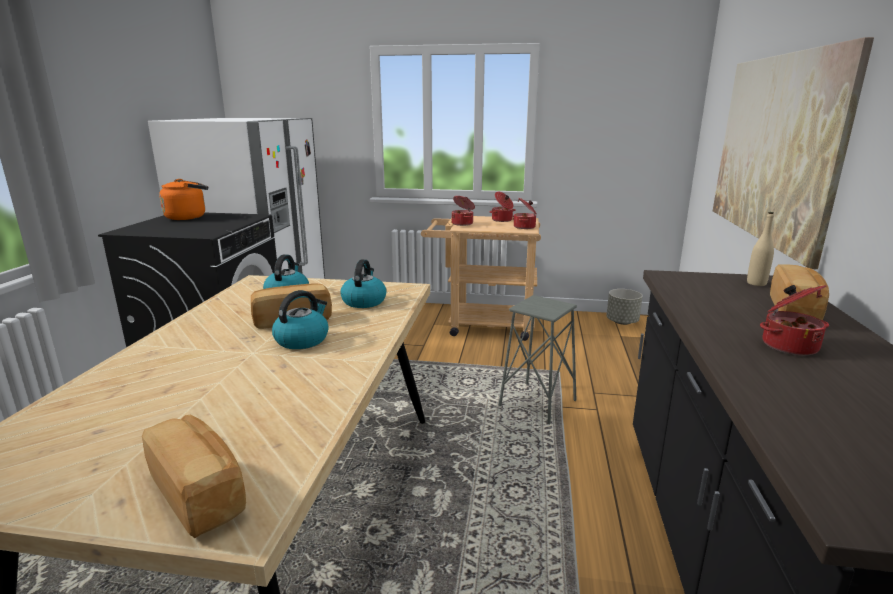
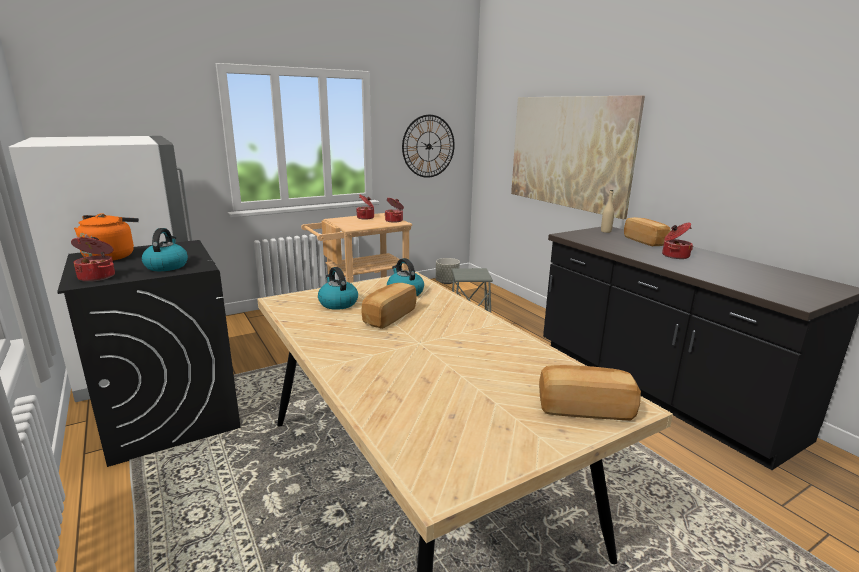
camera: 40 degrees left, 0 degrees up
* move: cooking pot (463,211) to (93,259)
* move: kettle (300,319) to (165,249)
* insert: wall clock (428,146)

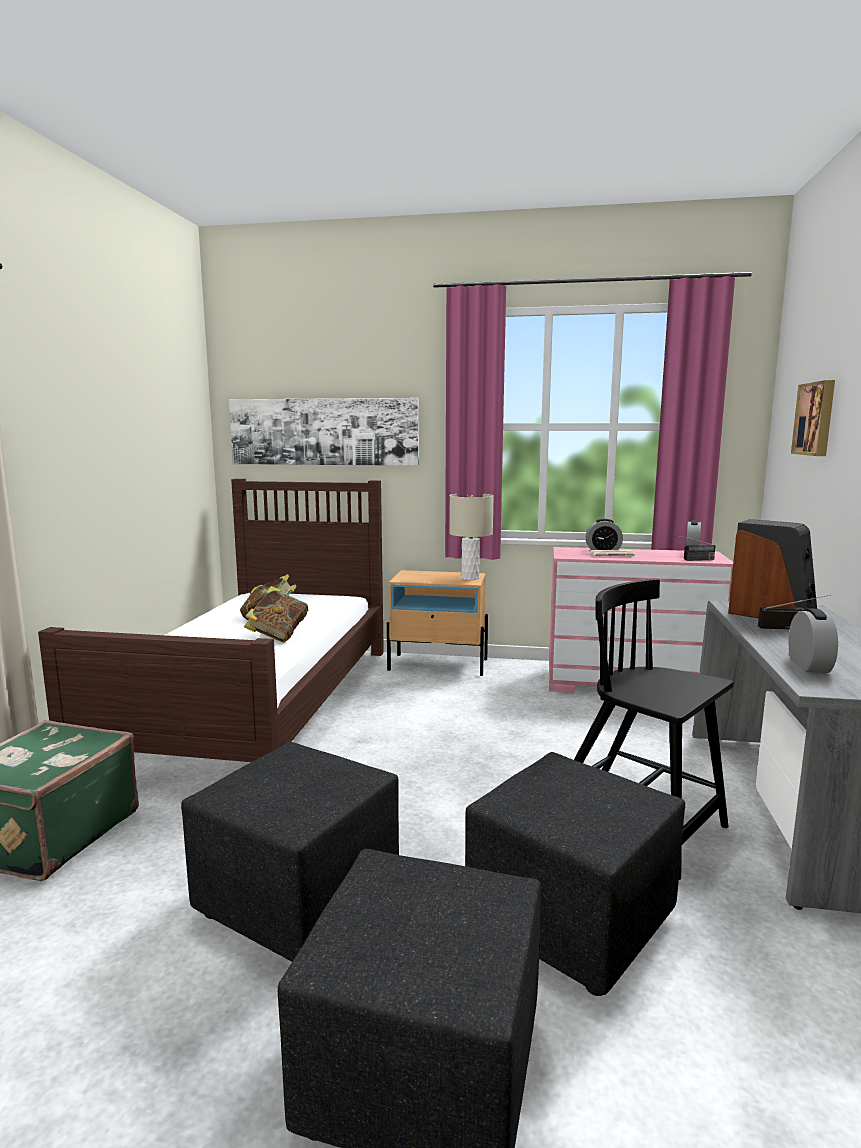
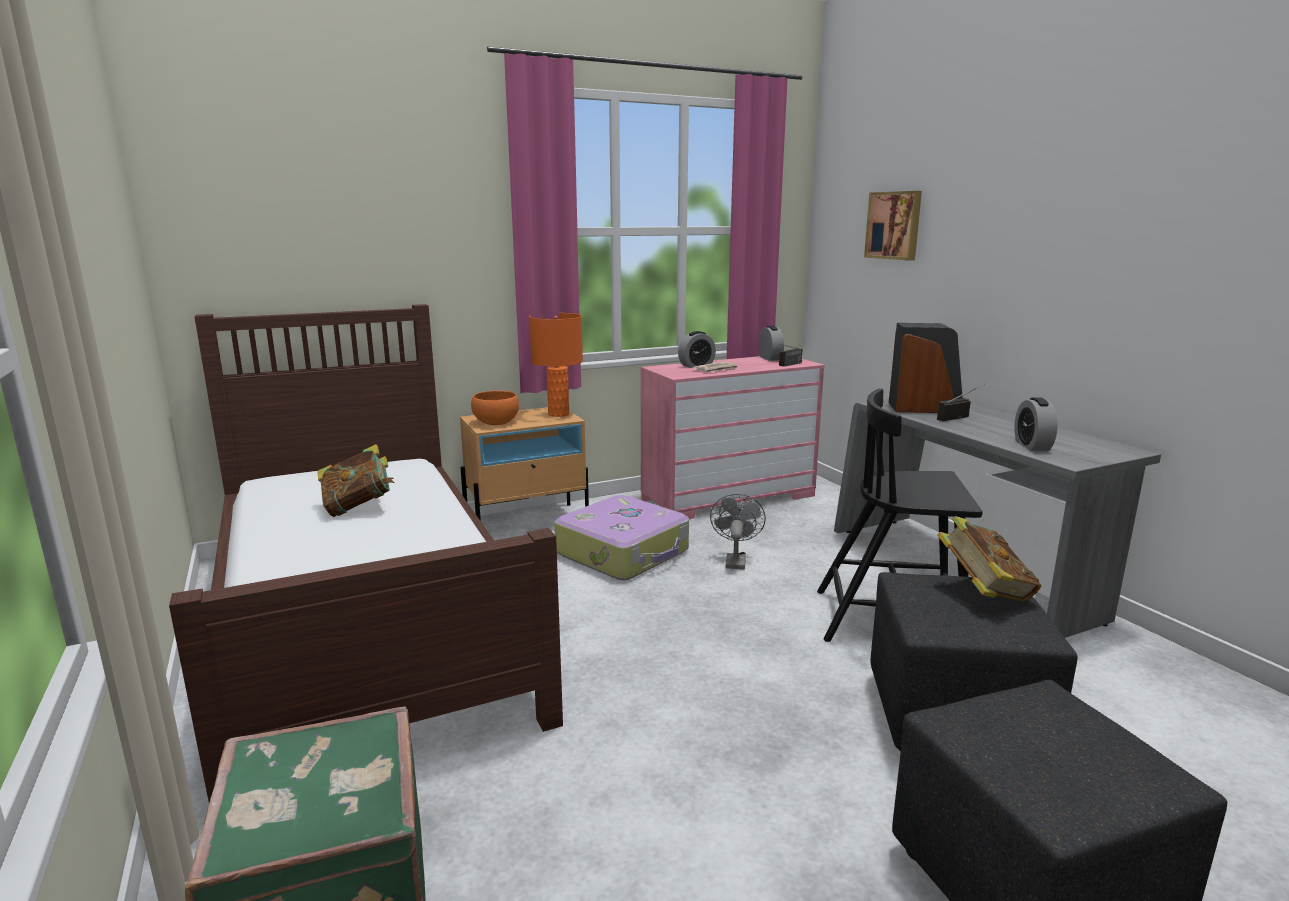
camera: 35 degrees left, 5 degrees up
* insert: orange bowl (495,408)
* recolor: beige table lamp (471,537) to orange table lamp (556,365)
* insert: suitcase (621,537)
* insert: grey fan (738,531)
* move: book (276,614) to (989,558)
* rotate: alarm clock (813,640) = (1036,424) 150 degrees counterclockwise
* delete: black ottoman (290,852)
* delete: picture (324,432)

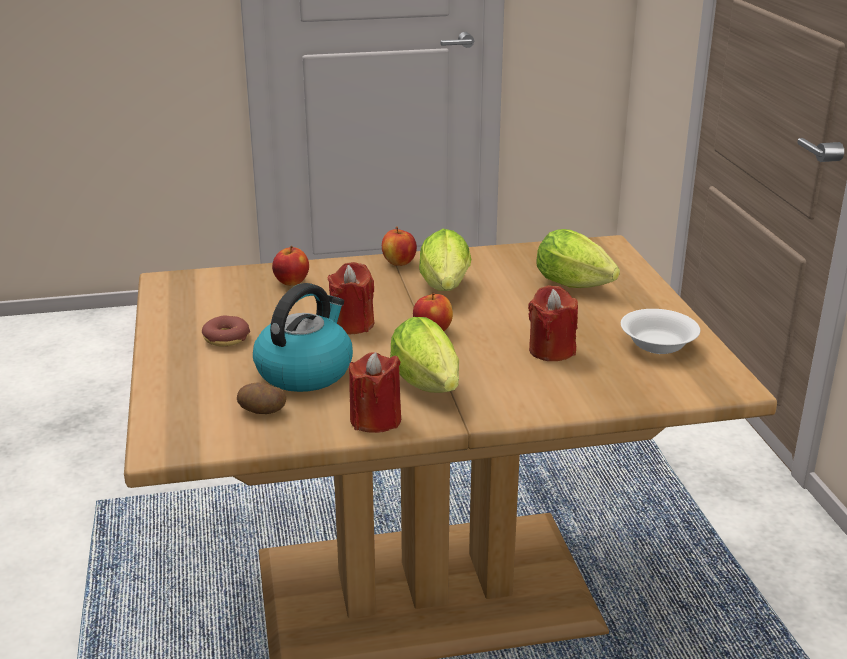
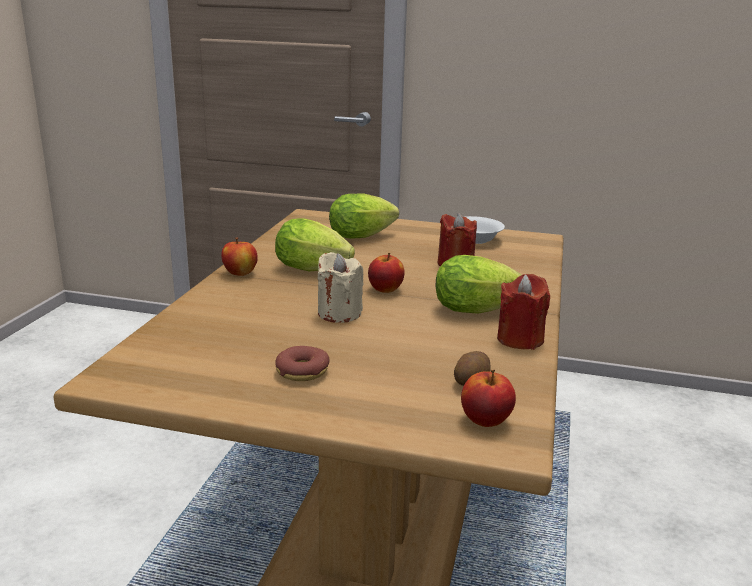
camera: 65 degrees left, 5 degrees down
* recolor: red candle (350,298) to beige candle (341,287)
* move: apple (290,266) to (488,398)
* delete: kettle (303,337)

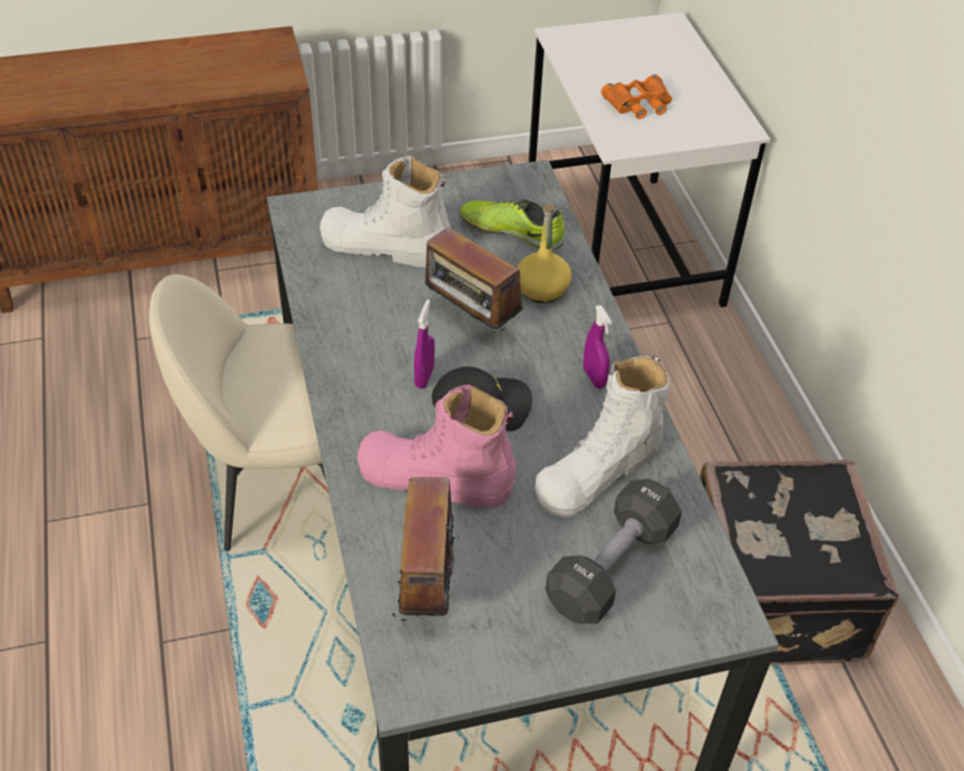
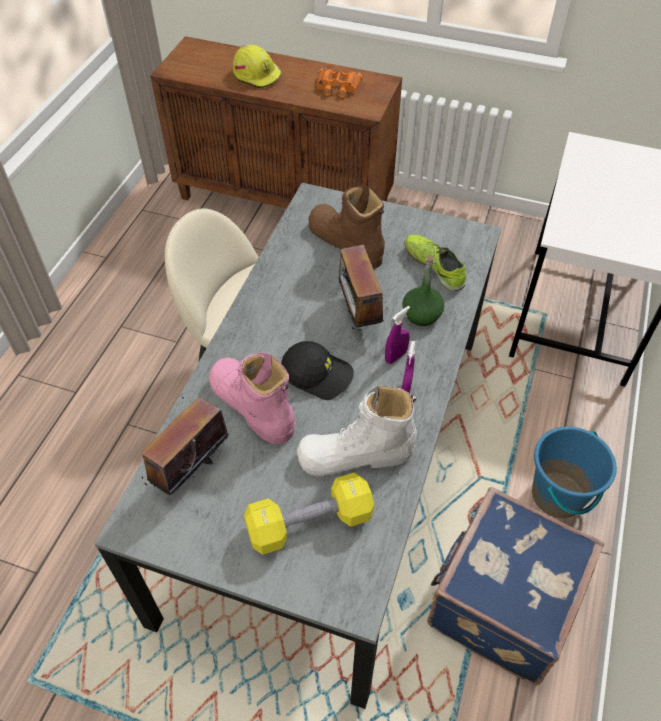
camera: 35 degrees right, 5 degrees up
* insert: yellow hard hat (257,67)
* recolor: black dumbbell (613,551) to yellow dumbbell (309,514)
* recolor: white boot (385,211) to brown boot (346,227)
* move: orange binoculars (636,96) to (339,83)
* move: purple spray bottle (424,344) to (397,335)
* recolor: yellow bottle (544,253) to green bottle (423,290)
* recolor: black suitcase (799,562) to blue suitcase (515,586)
* insert: blue bucket (574,472)

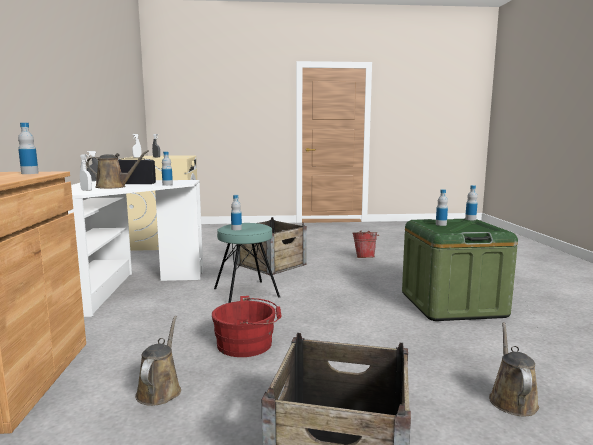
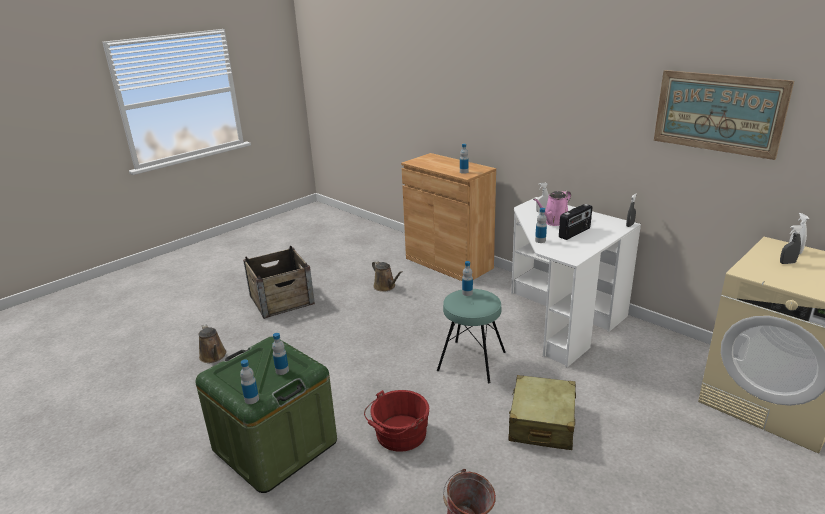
camera: 140 degrees right, 15 degrees up
* move: red bucket (247,326) to (396,421)
* replace: crate (271,246) to beige suitcase (542,412)
* recolor: brown watering can (117,169) to pink watering can (552,208)
* insert: picture (724,115)

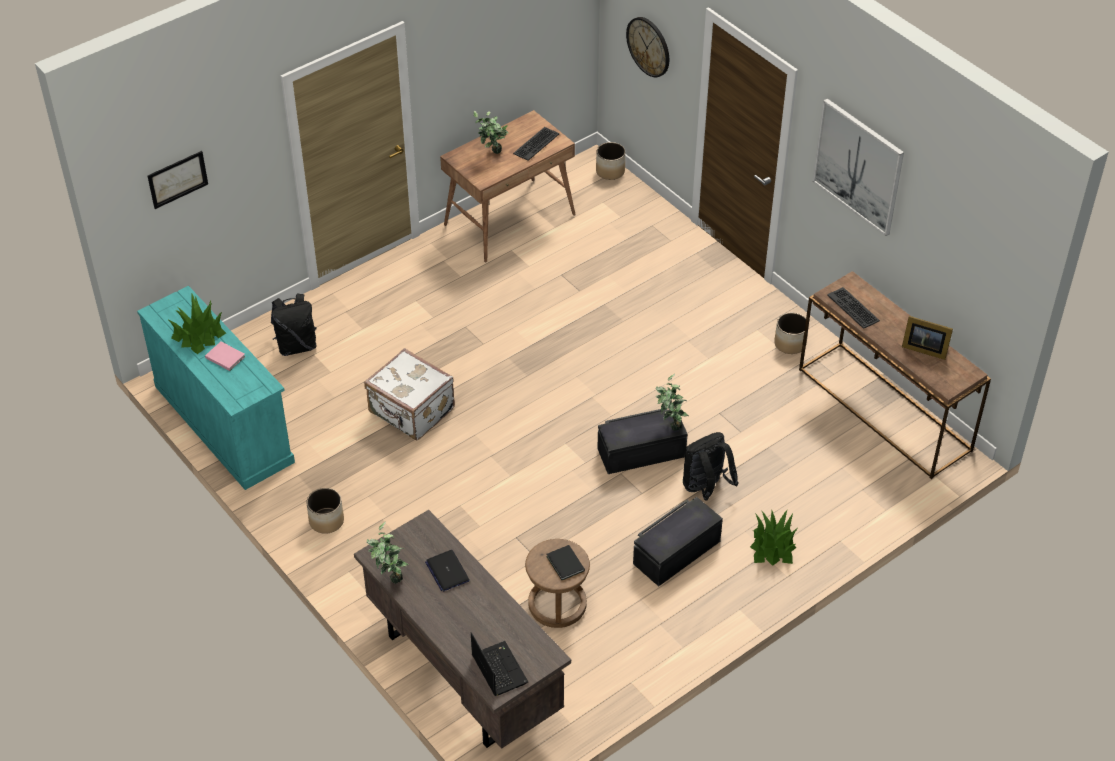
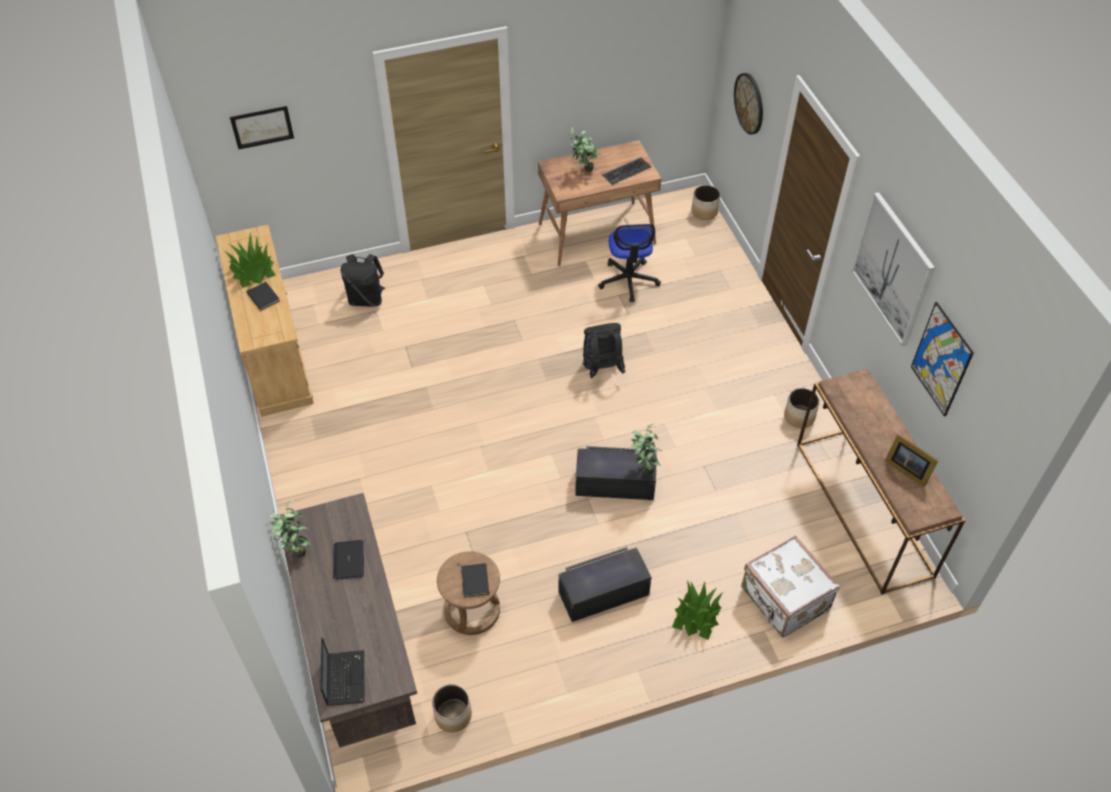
camera: 20 degrees right, 5 degrees up
* recolor: turquoise dresser (216,388) to beige dresser (265,321)
* recolor: pink book (225,356) to black book (263,296)
* move: planter (325,511) to (452,708)
* move: black backpack (710,466) to (604,350)
* insert: office chair (629,263)
* move: white suitcase (409,394) to (790,586)
* insert: picture (942,359)
* delete: keyboard (853,308)

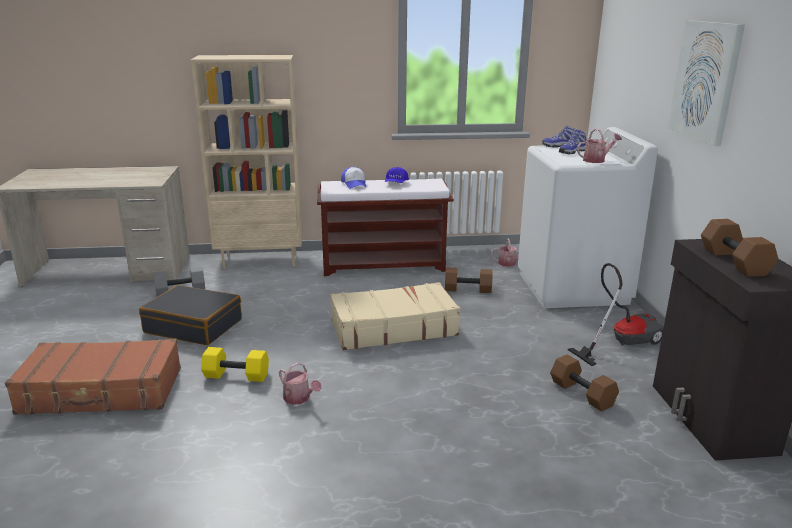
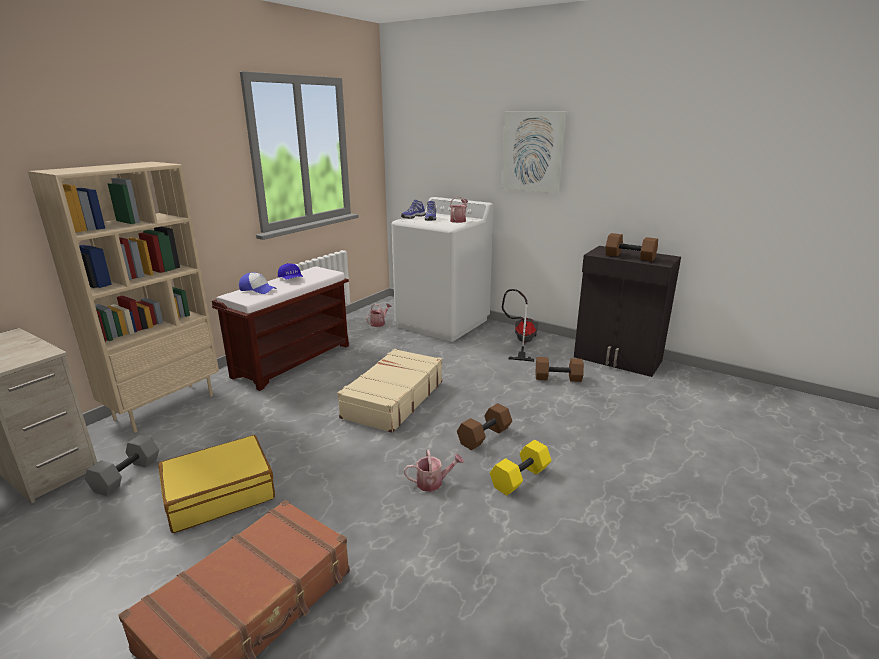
camera: 50 degrees left, 0 degrees up
* recolor: black suitcase (190,315) to yellow suitcase (216,484)
* move: brown dumbbell (469,280) to (484,426)
* move: yellow dumbbell (235,364) to (521,467)

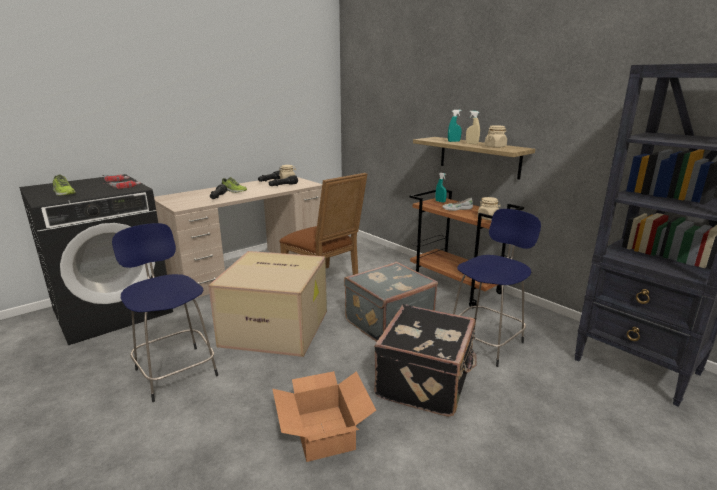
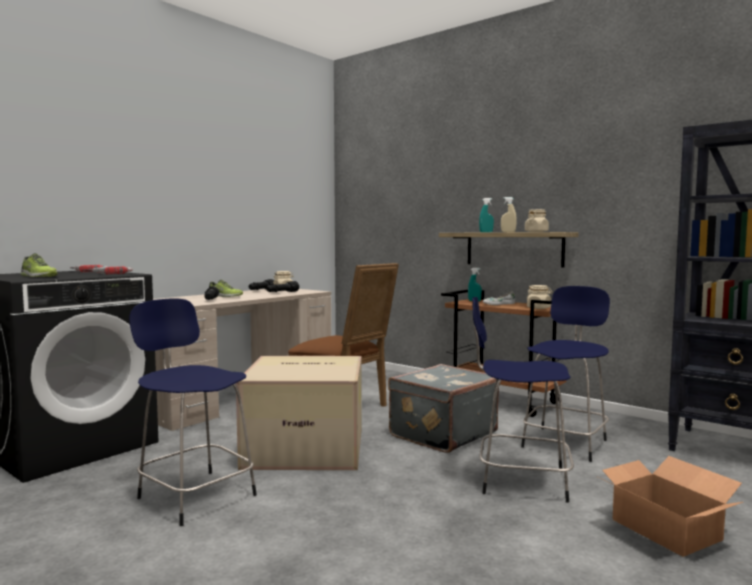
camera: 10 degrees left, 15 degrees down
* replace: black suitcase (425,360) to blue stool (523,400)
* move: cardboard box (324,416) to (670,506)

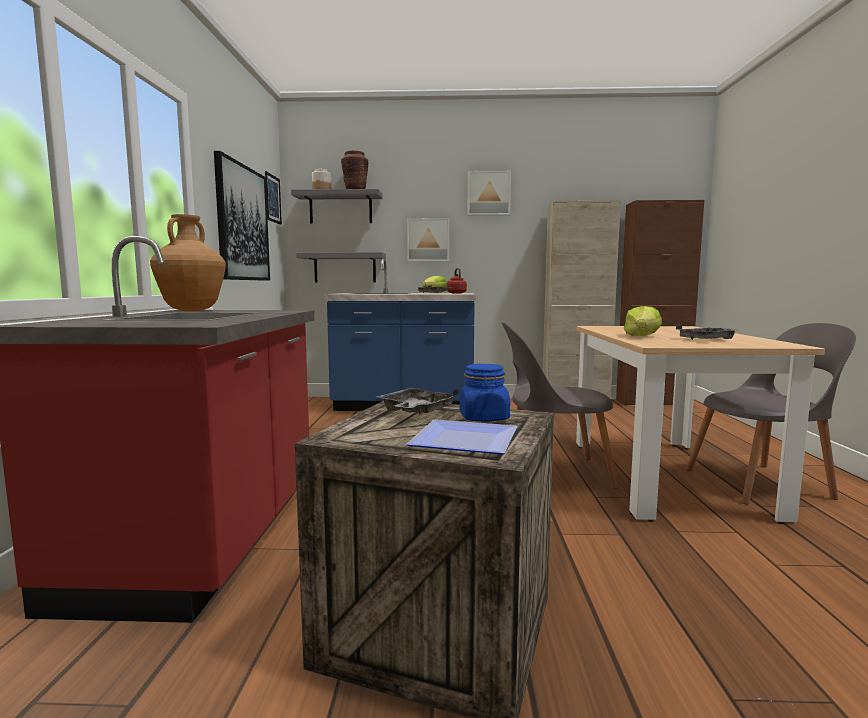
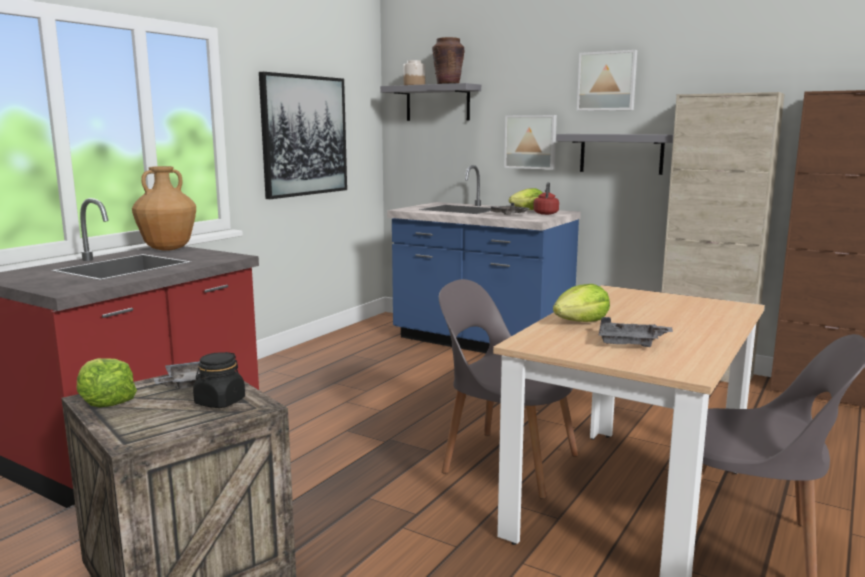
camera: 30 degrees right, 5 degrees up
* insert: lettuce (107,382)
* recolor: blue jar (485,393) to black jar (219,380)
* move: grey shelf (341,267) to (615,154)
* delete: picture (273,198)
* delete: plate (462,437)

